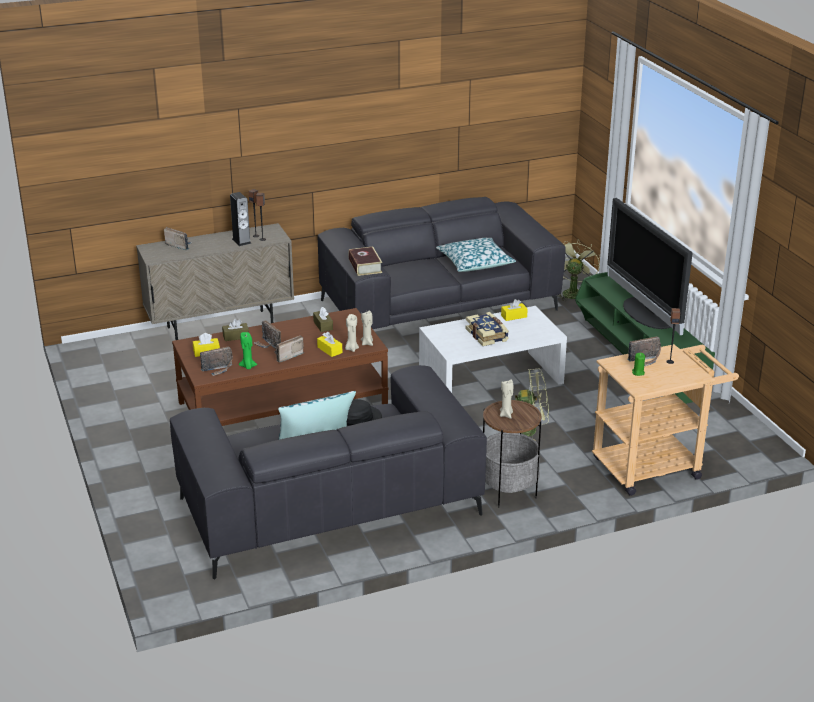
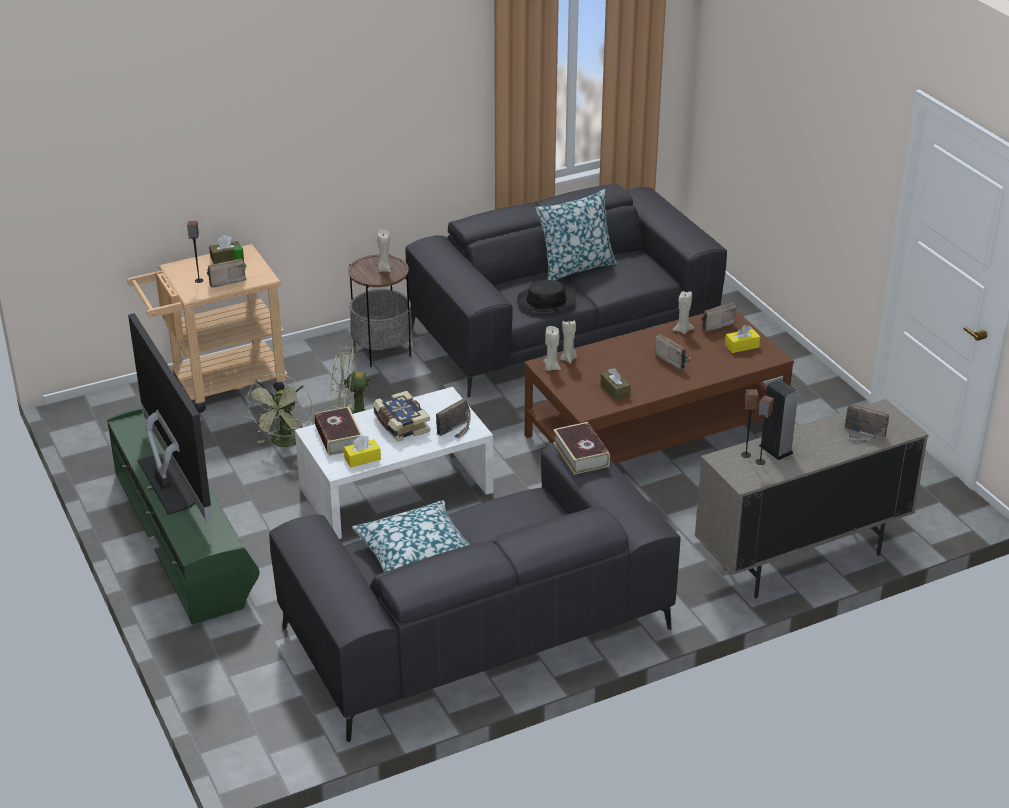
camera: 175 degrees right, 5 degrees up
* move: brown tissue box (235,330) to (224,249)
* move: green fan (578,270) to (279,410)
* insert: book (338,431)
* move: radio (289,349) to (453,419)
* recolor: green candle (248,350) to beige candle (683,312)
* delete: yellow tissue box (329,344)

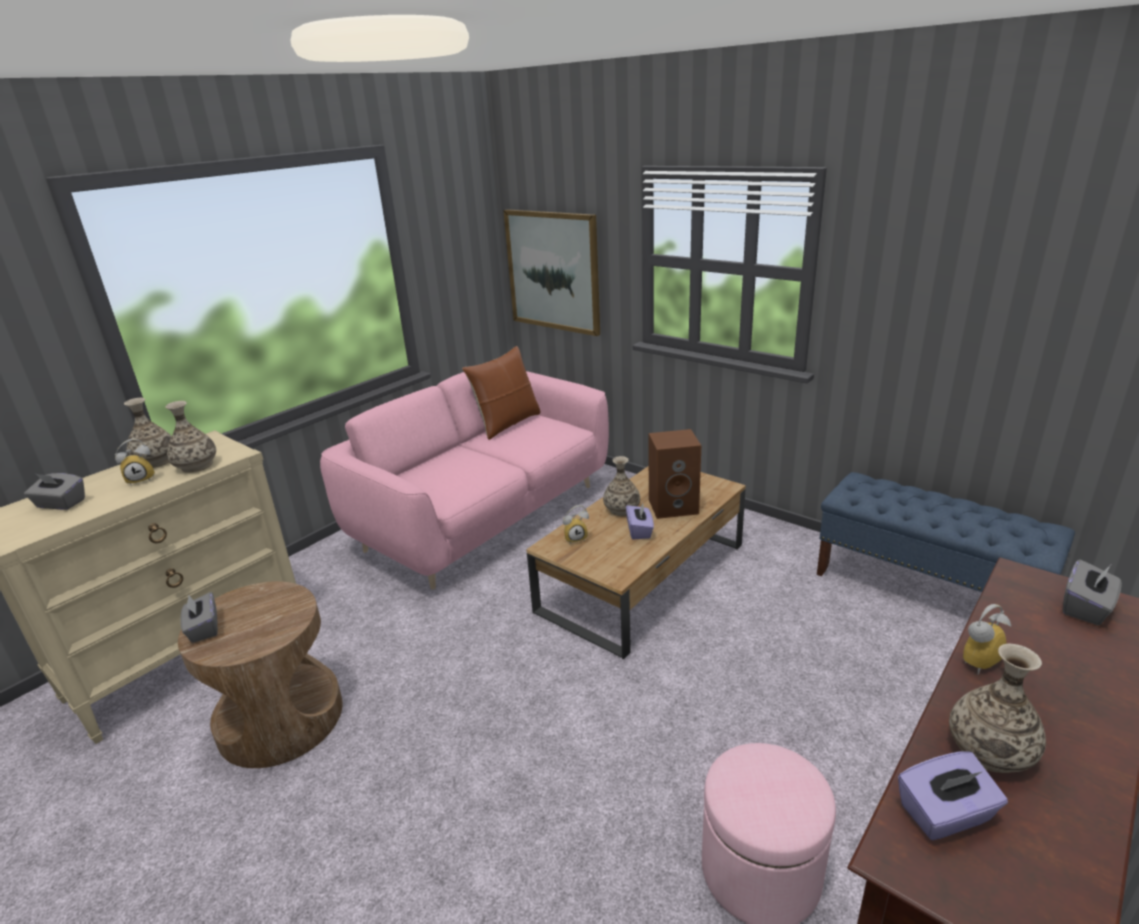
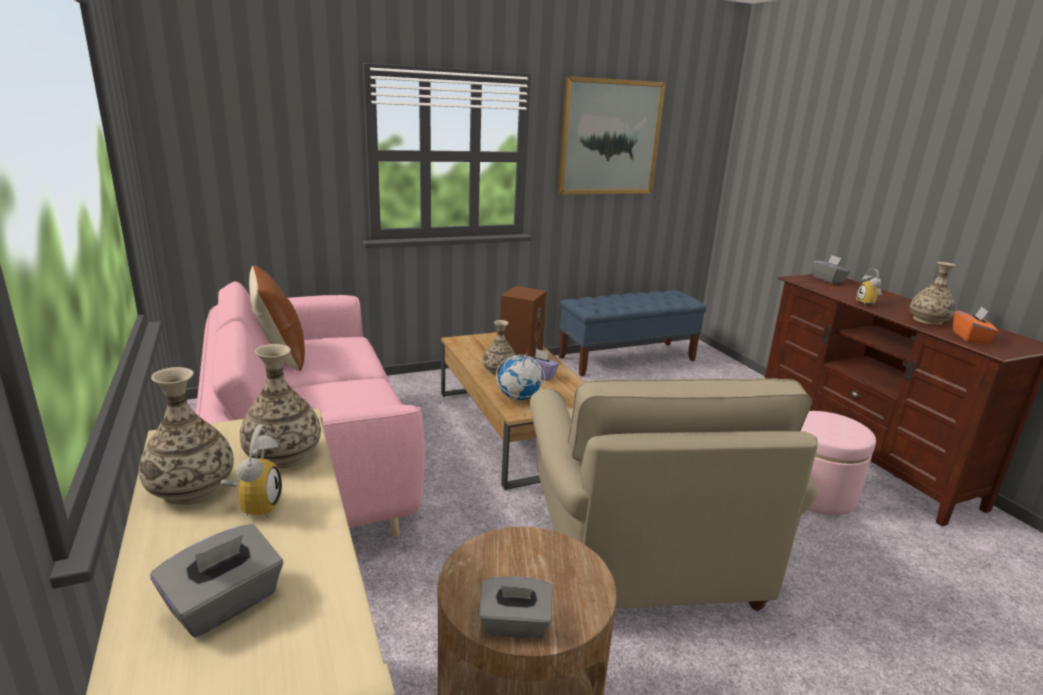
camera: 65 degrees left, 5 degrees down
* replace: alarm clock (576,524) to globe (520,375)
* insert: beige armchair (674,494)
* move: picture (551,272) to (612,135)
* recolor: purple tissue box (953,796) to orange tissue box (975,325)

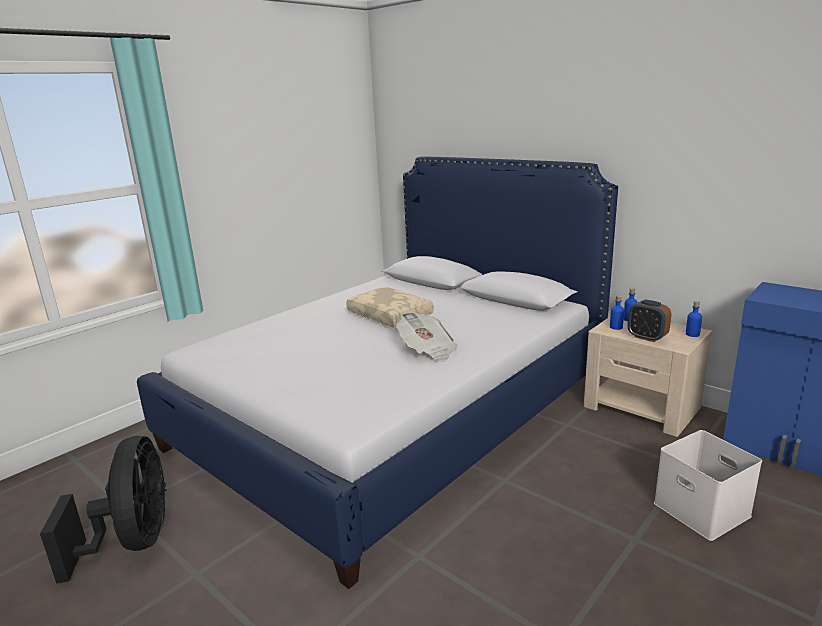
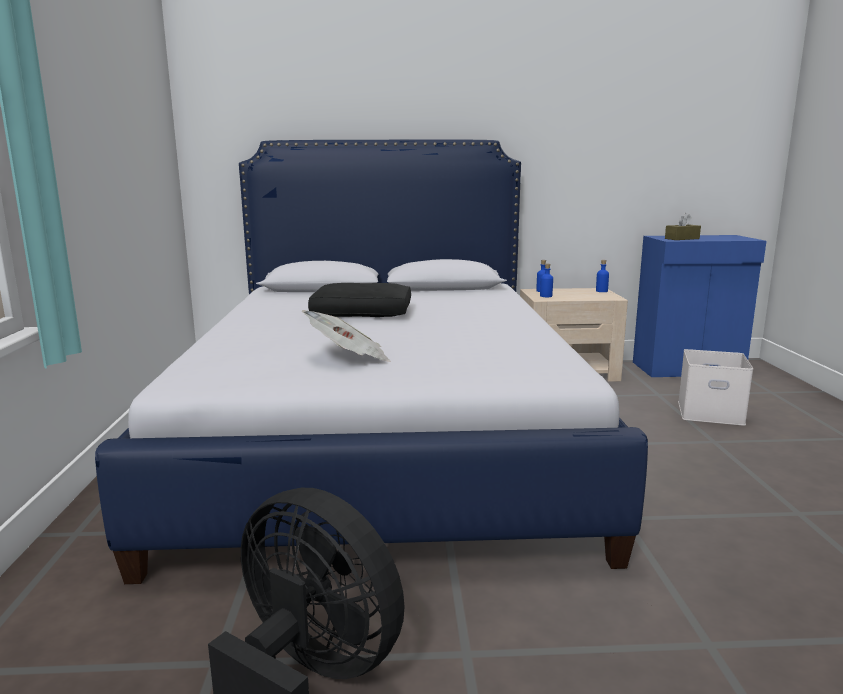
camera: 45 degrees left, 5 degrees down
* move: newspaper (427,337) to (346,336)
* recolor: beige pillow (390,307) to black pillow (359,300)
* insert: brown tissue box (683,226)
* delete: alarm clock (649,320)

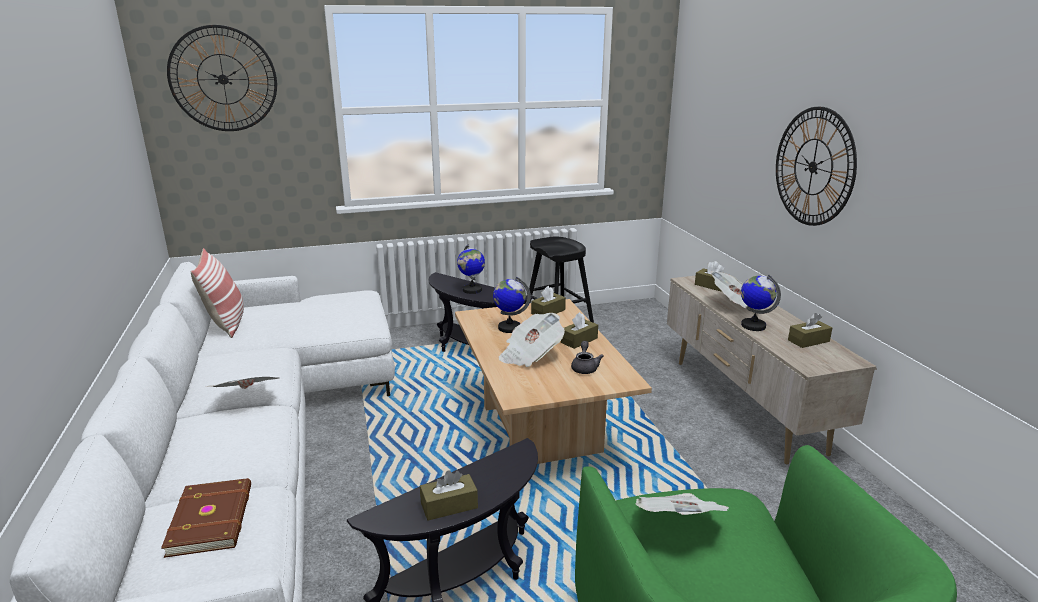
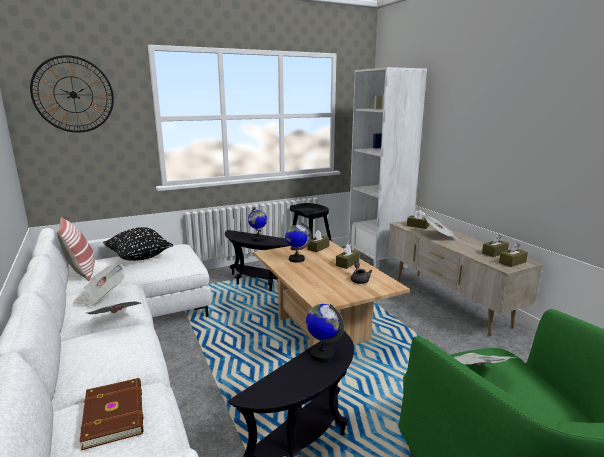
camera: 10 degrees left, 5 degrees down
* move: newspaper (532,340) to (99,285)
* insert: black pillow (138,244)
* move: globe (761,302) to (325,333)
* insert: white bookcase (387,168)
* move: brown tissue box (449,495) to (513,255)
* delete: wall clock (816,166)

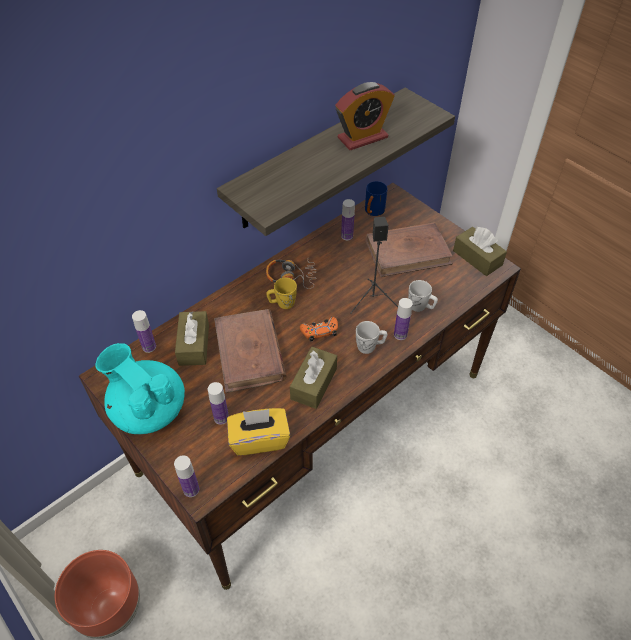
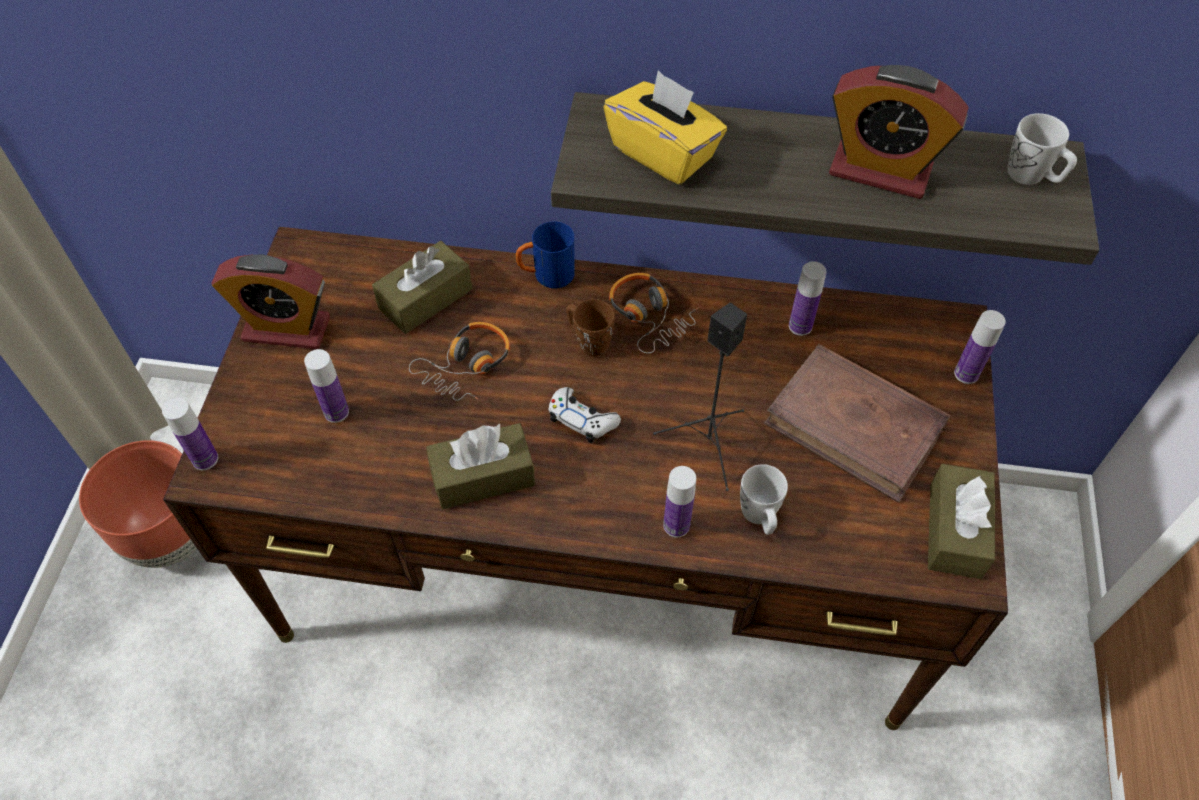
camera: 50 degrees right, 5 degrees up
* replace: turquoise teapot (140,388) to alarm clock (270,302)
* replace: brown book (250,351) to headphones (459,361)
* move: blue mug (376,198) to (545,255)
* recolor: orange game controller (319,329) to white game controller (585,415)
* recolor: yellow mug (281,293) to brown mug (590,327)
* move: yellow tissue box (258,432) to (665,127)
* move: bottle (144,331) to (980,347)
* move: white mug (371,337) to (1042,149)

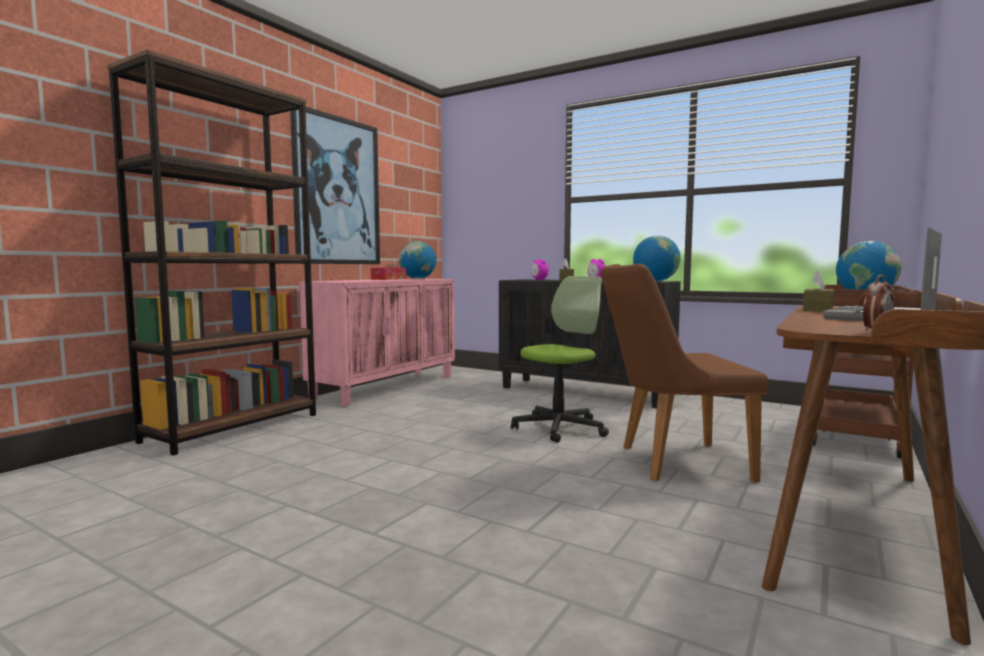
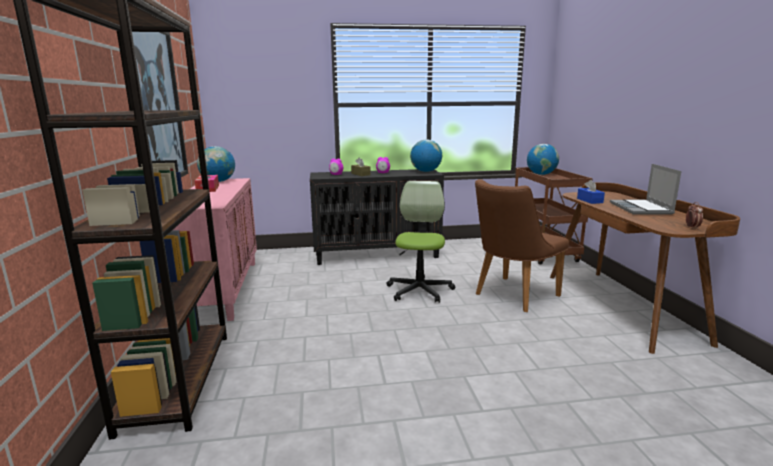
camera: 40 degrees left, 10 degrees up
* recolor: brown tissue box (818,291) to blue tissue box (591,192)

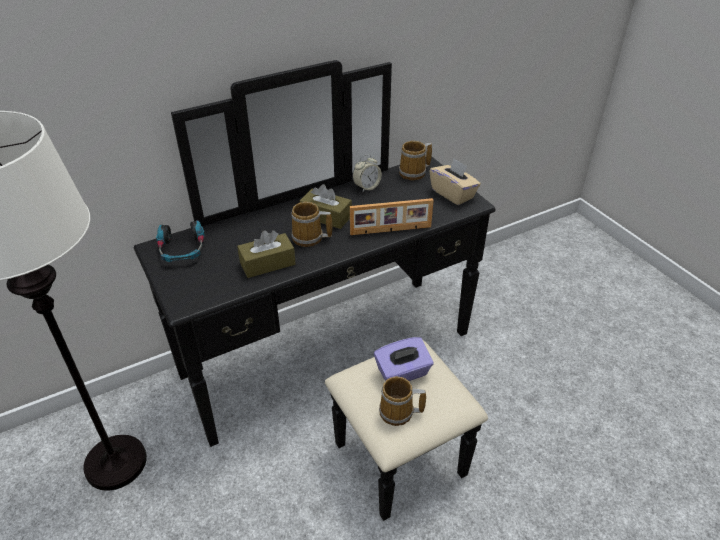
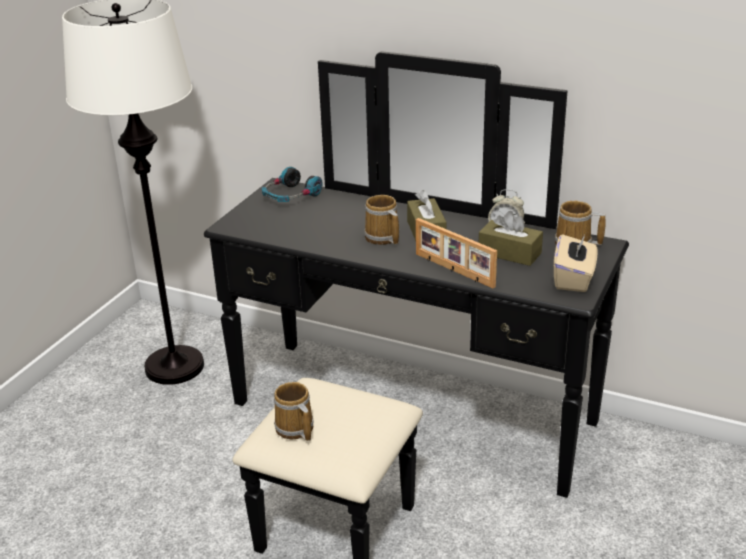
camera: 55 degrees right, 10 degrees down
* move: brown tissue box (266,254) to (511,238)
* delete: purple tissue box (403,359)

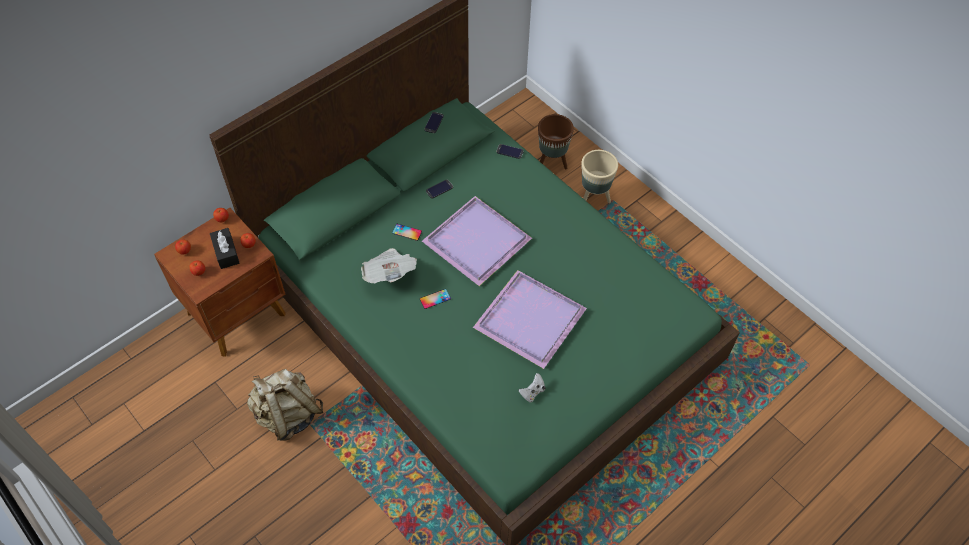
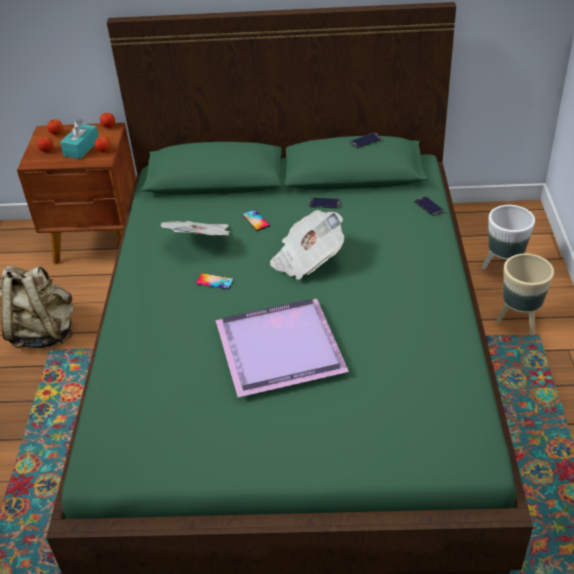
camera: 45 degrees right, 15 degrees down
* recolor: black tissue box (225,248) to turquoise tissue box (79,139)
* replace: purple tray (477,241) to newspaper (307,245)
* recolor: brown planter (556,141) to white planter (508,237)
* delete: white game controller (532,387)

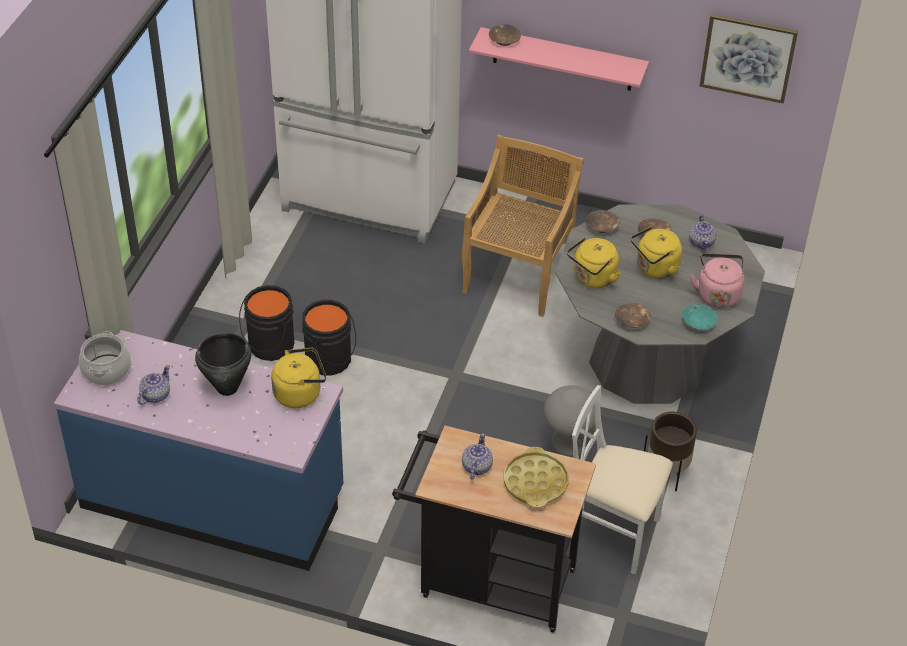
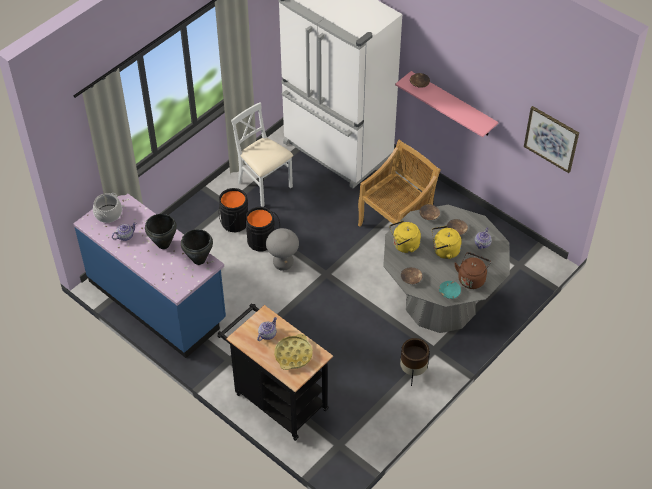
camera: 25 degrees right, 5 degrees up
* replace: yellow kettle (298,378) to black cooking pot (197,247)
* move: white chair (622,479) to (262,154)
* move: grey stool (572,421) to (282,249)
* recolor: pink kettle (717,280) to brown kettle (472,270)

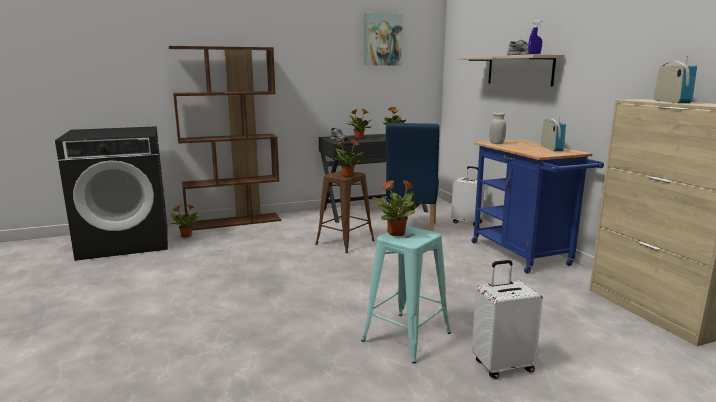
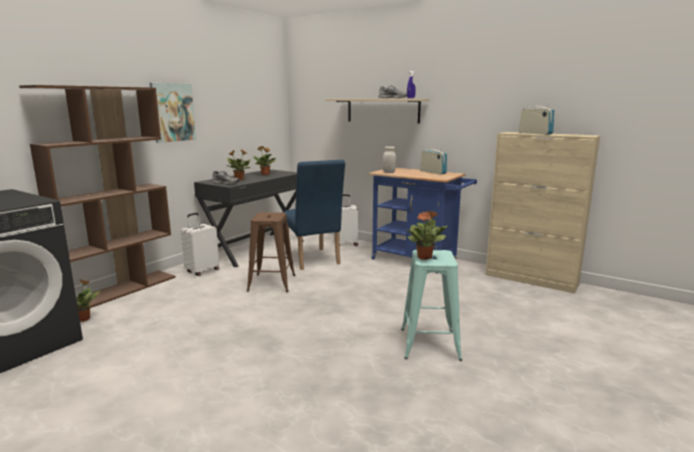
camera: 35 degrees left, 0 degrees up
* move: picture (383,39) to (173,113)
* move: white suitcase (507,319) to (200,244)
* delete: potted plant (348,158)

